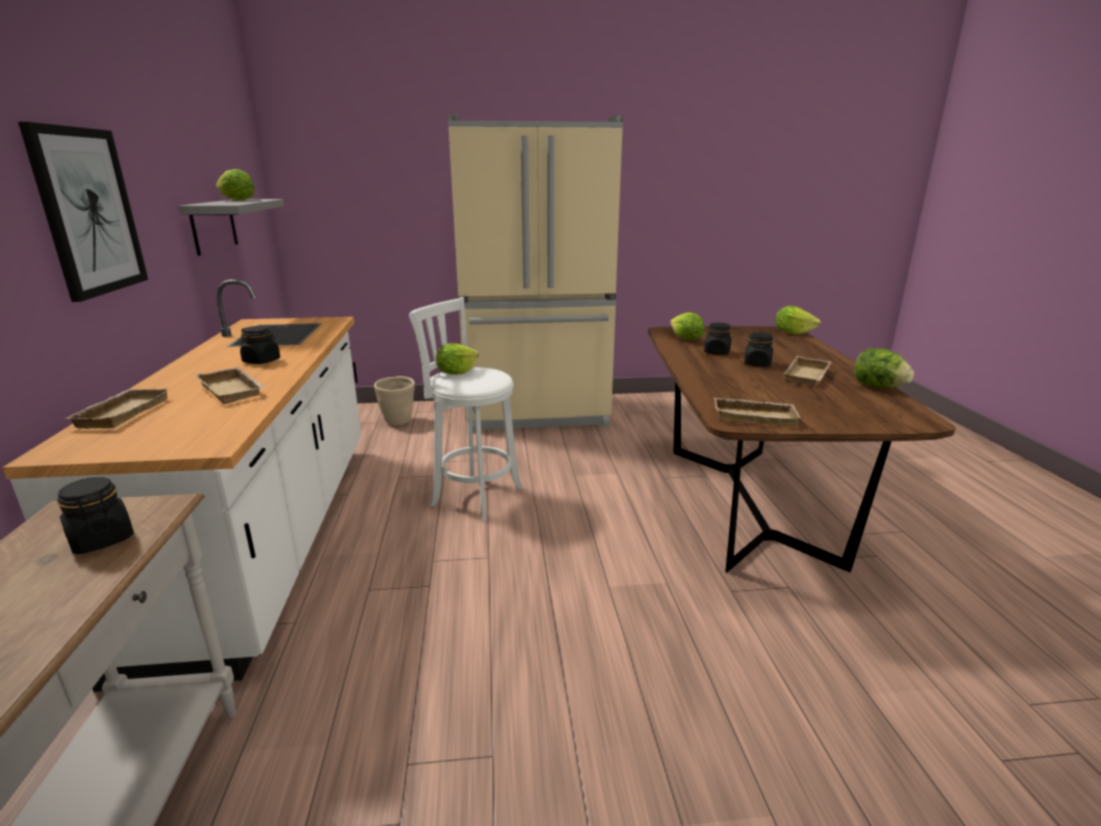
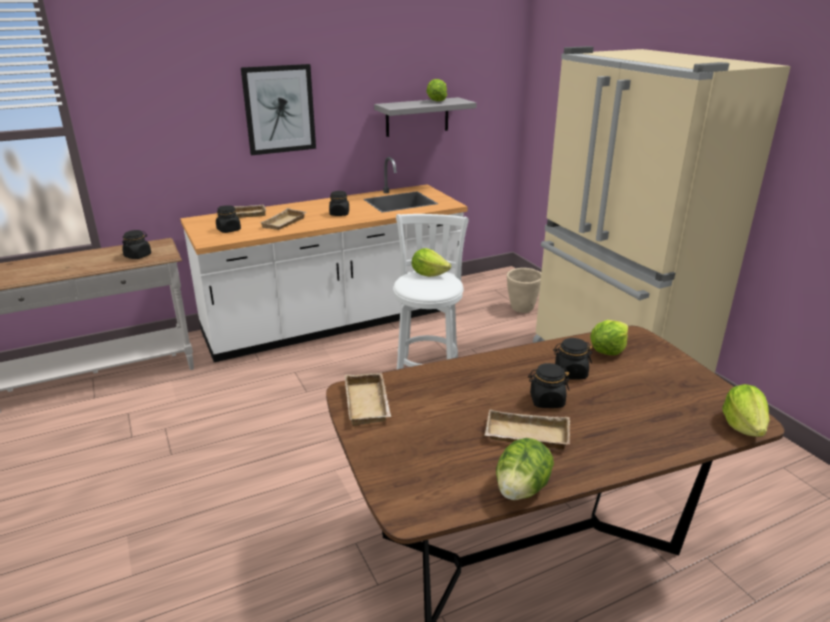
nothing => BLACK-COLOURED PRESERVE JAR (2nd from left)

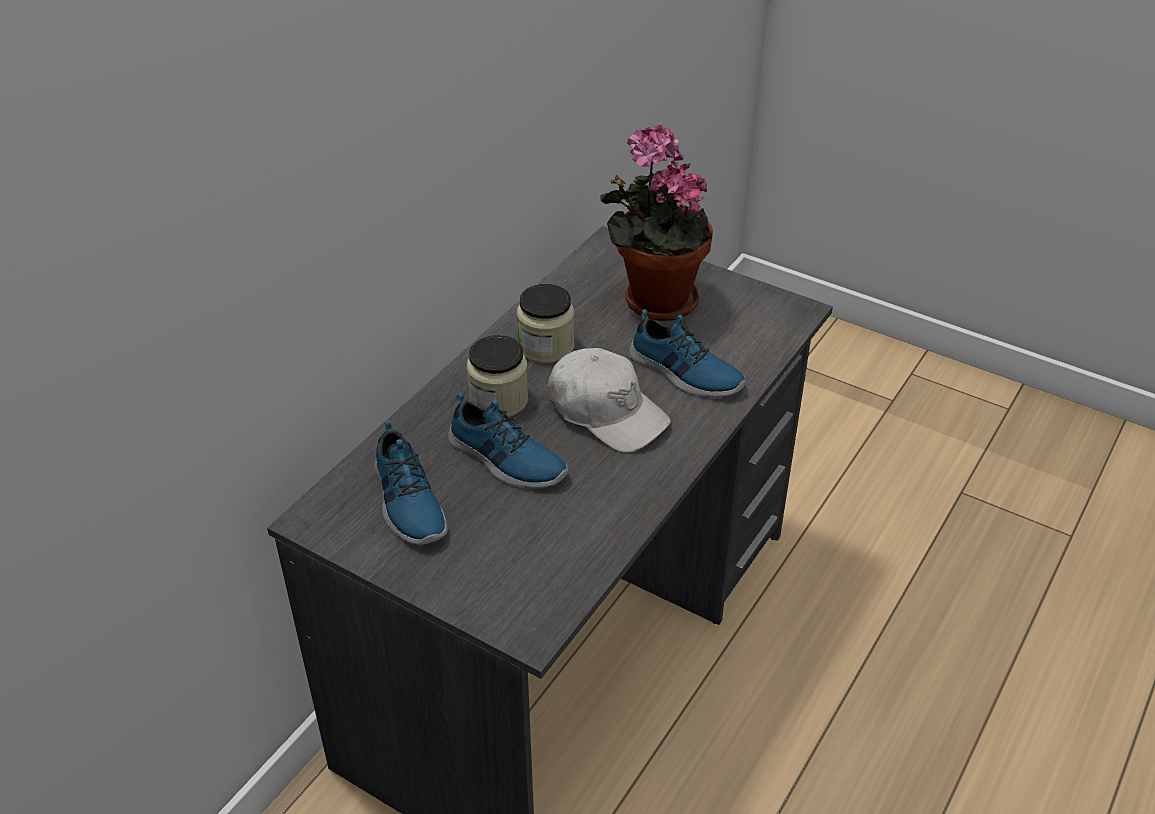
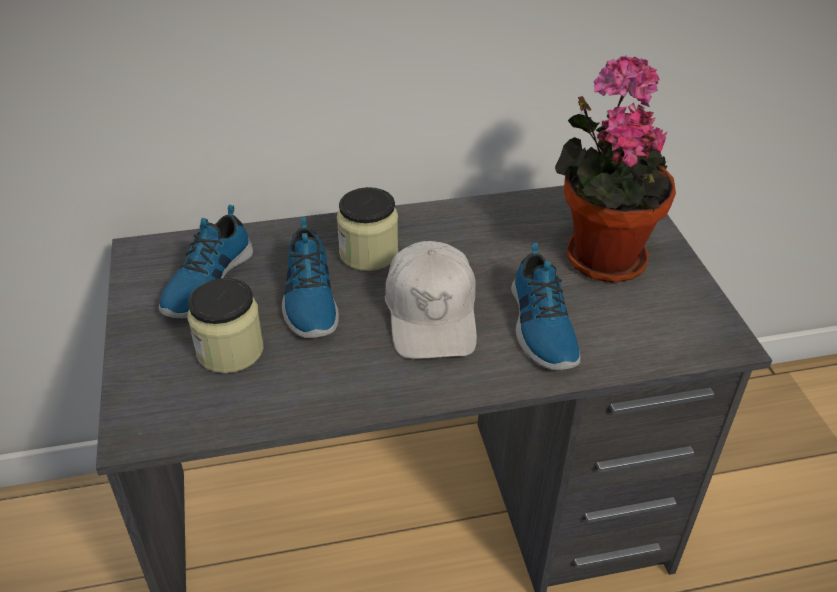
PRESERVE JAR (2nd from left in the first image) => PRESERVE JAR (1st from left), moved

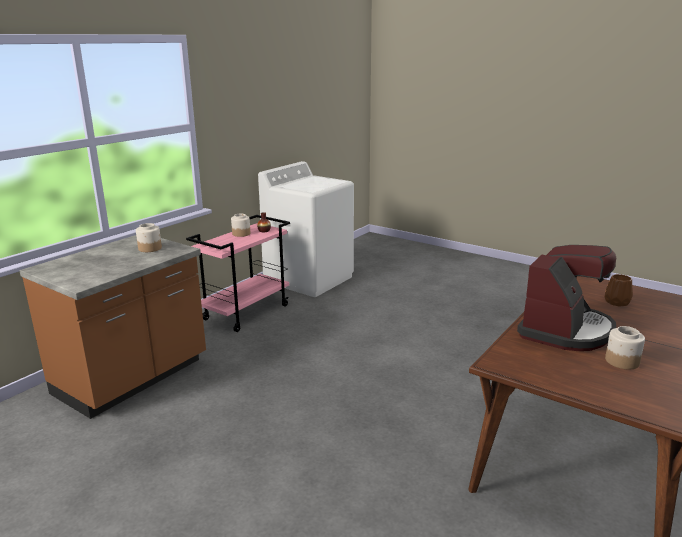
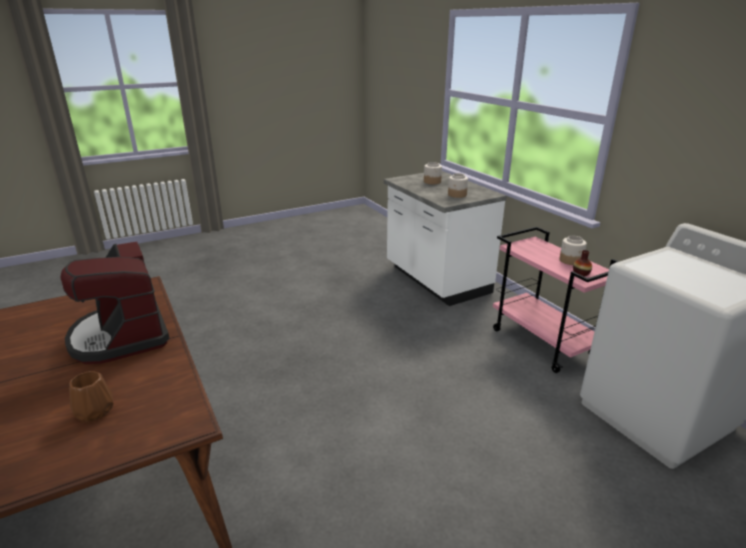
BROWN-COLOURED KITCHEN COUNTER => WHITISH KITCHEN COUNTER
PRESERVE JAR (3rd from left in the first image) => PRESERVE JAR (1st from left), moved

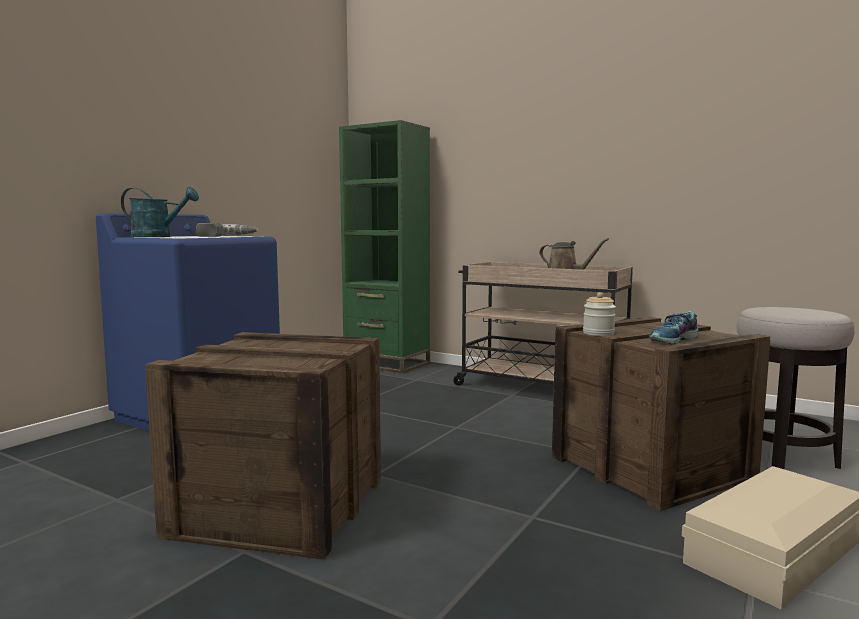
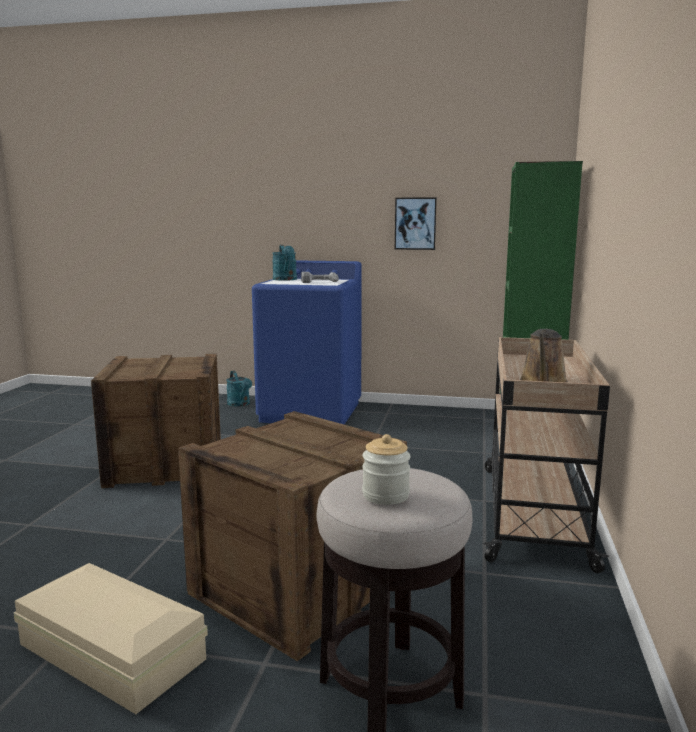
PRESERVE JAR, moved
SHOE => nothing
nothing => WALL ART
nothing => TURQUOISE WATERING CAN (1st from left)

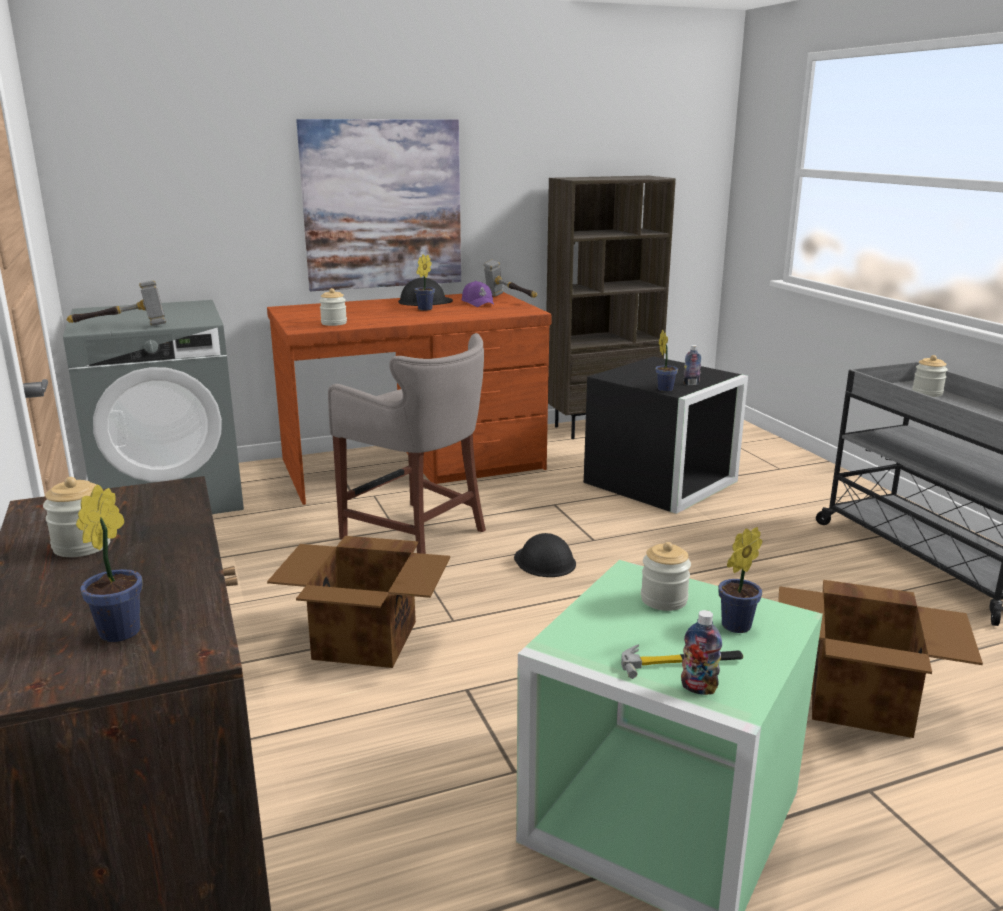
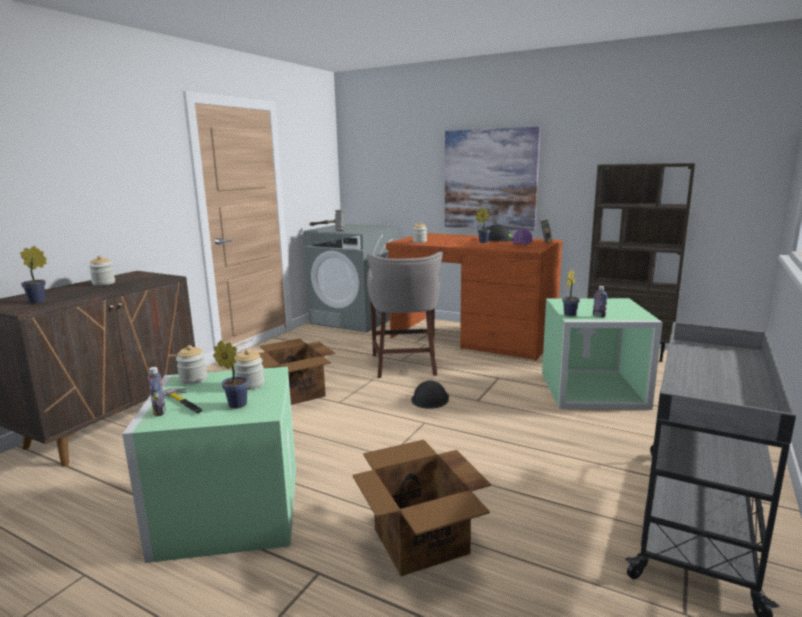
PRESERVE JAR (4th from left in the first image) => PRESERVE JAR (2nd from left), moved
BLACK-COLOURED STORAGE CONTAINER => GREEN STORAGE CONTAINER (2nd from left)

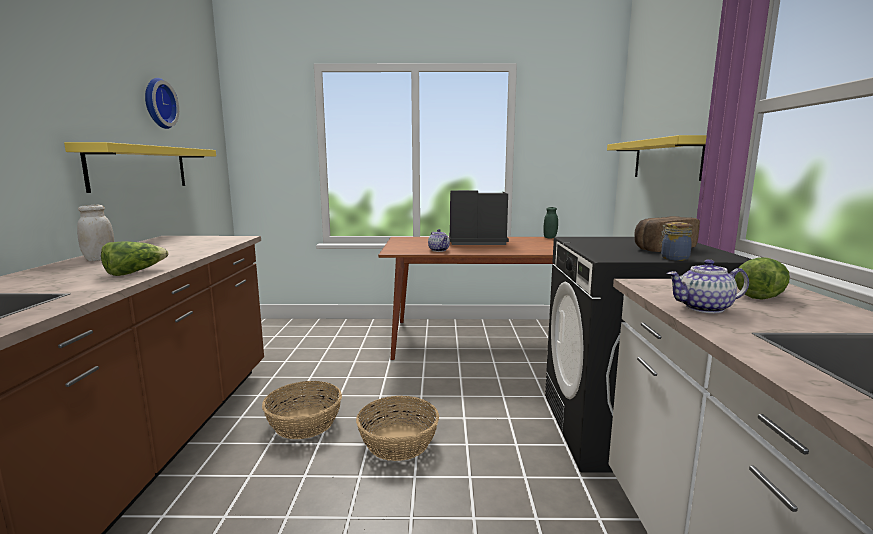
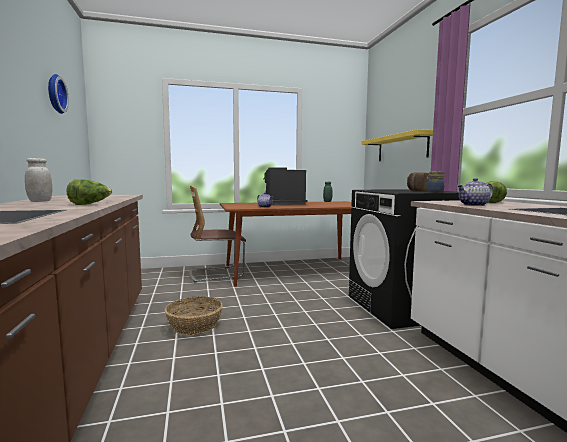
YELLOWISH SHELF (1st from left) => nothing
HOUSEHOLD BASKET (2nd from left) => nothing
nothing => UPRIGHT CHAIR

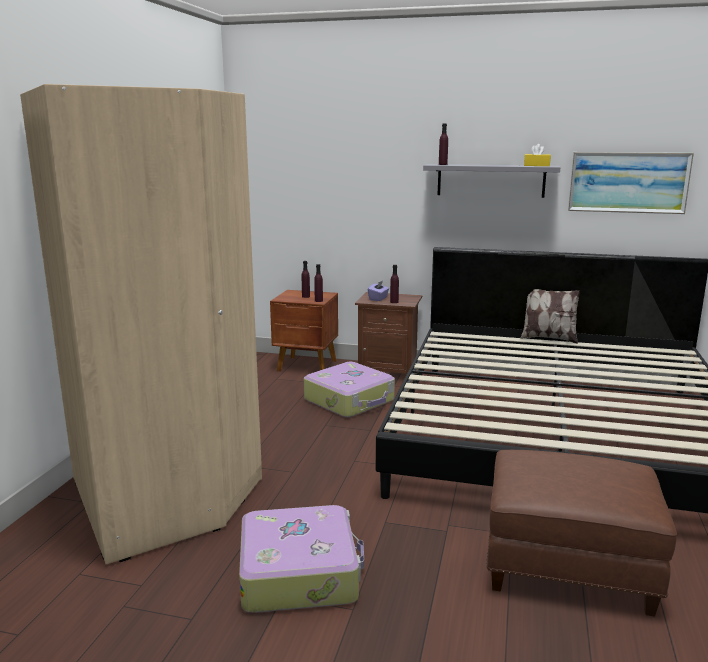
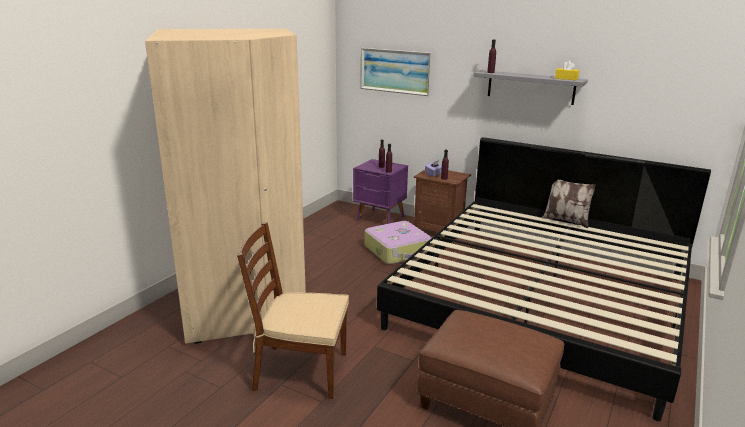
WALL ART, moved
BROWN-COLOURED BEDSIDE TABLE (1st from left) => PURPLE-COLOURED BEDSIDE TABLE
TRAVEL CASE (1st from left) => BROWN-COLOURED UPRIGHT CHAIR

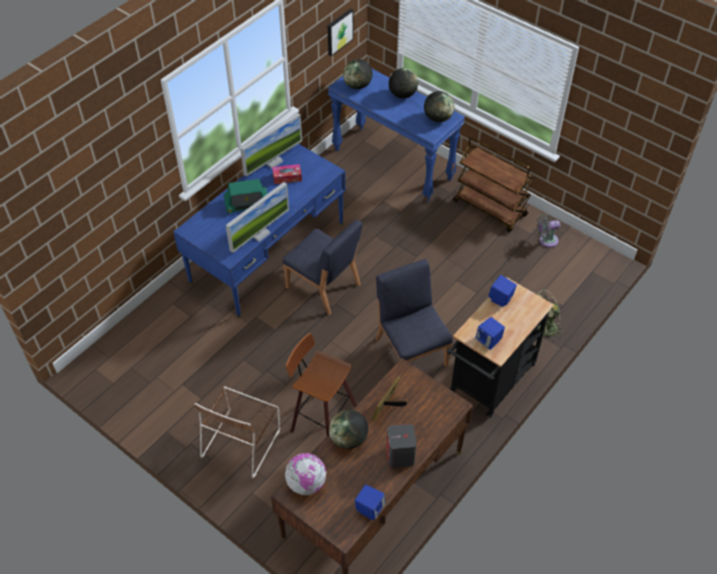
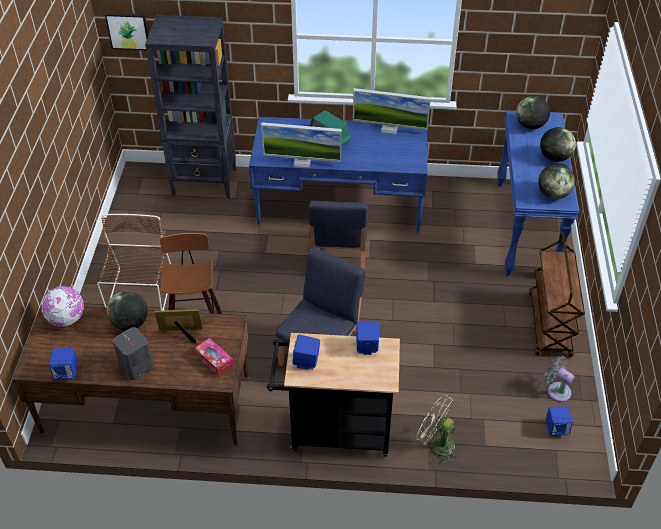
WALL ART, moved
TISSUE BOX, moved
BROWN-COLOURED UPRIGHT CHAIR, 105 degrees clockwise
nothing => BLACK-COLOURED SHELVING UNIT
nothing => BLUISH AUDIO SPEAKER (4th from left)

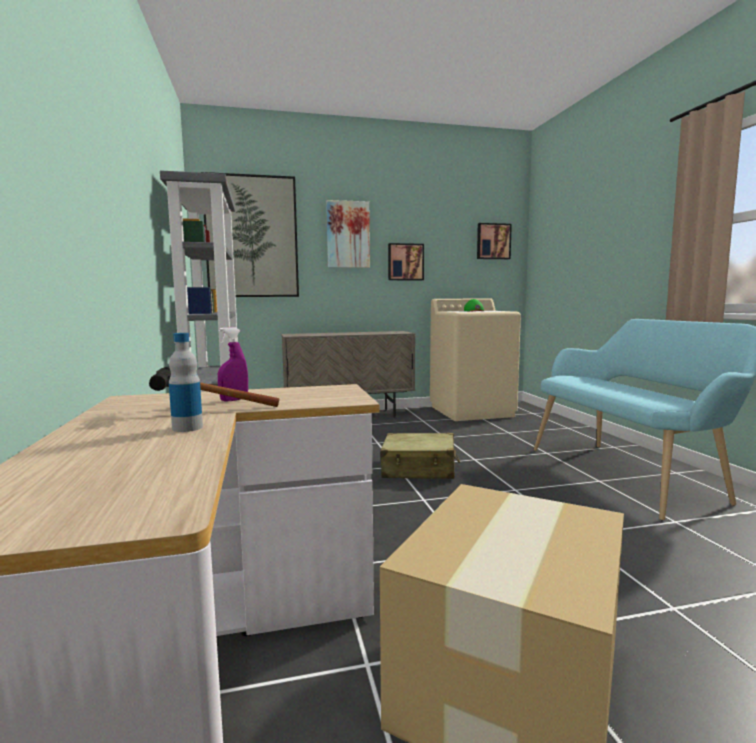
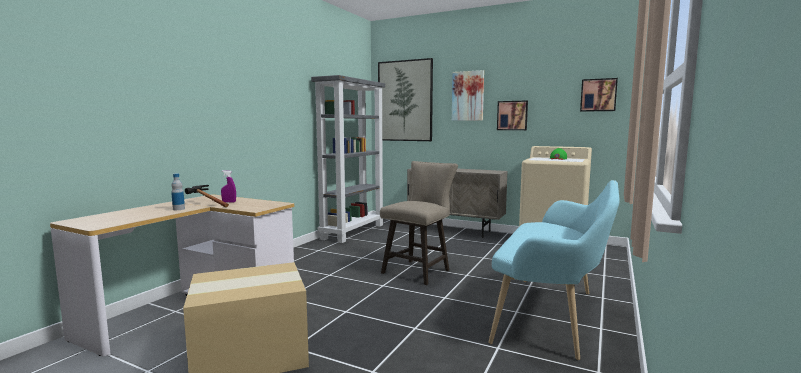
SAND-COLOURED TRAVEL CASE => SAND-COLOURED SITTING STOOL

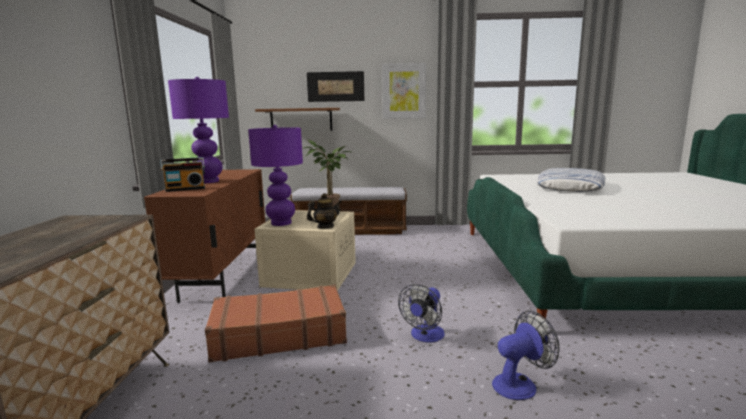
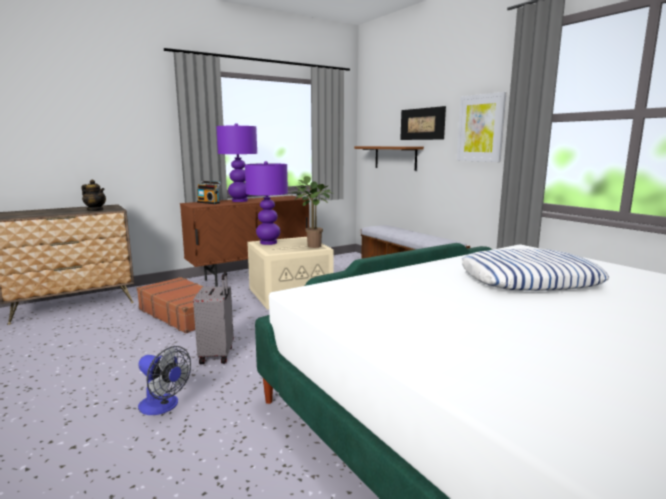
TEA POT, moved
FAN (1st from left) => GRAY TRAVEL CASE

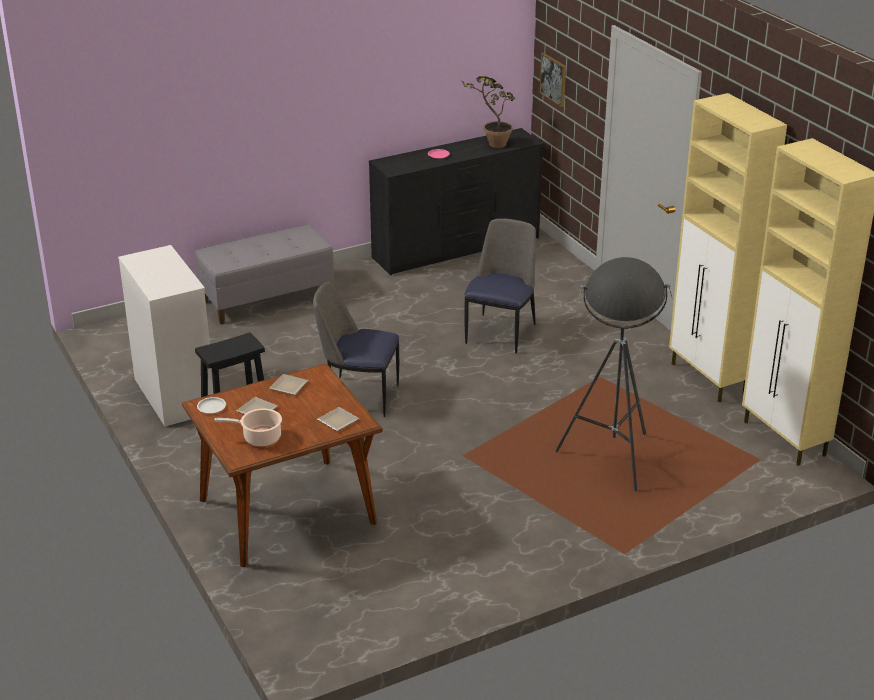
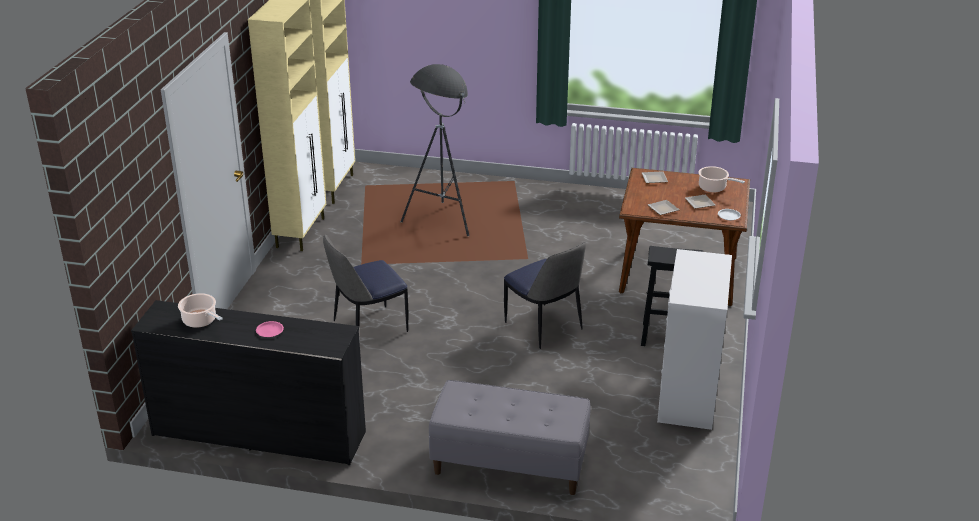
WALL ART => nothing
POTTED PLANT => COOKING POT (1st from left)

